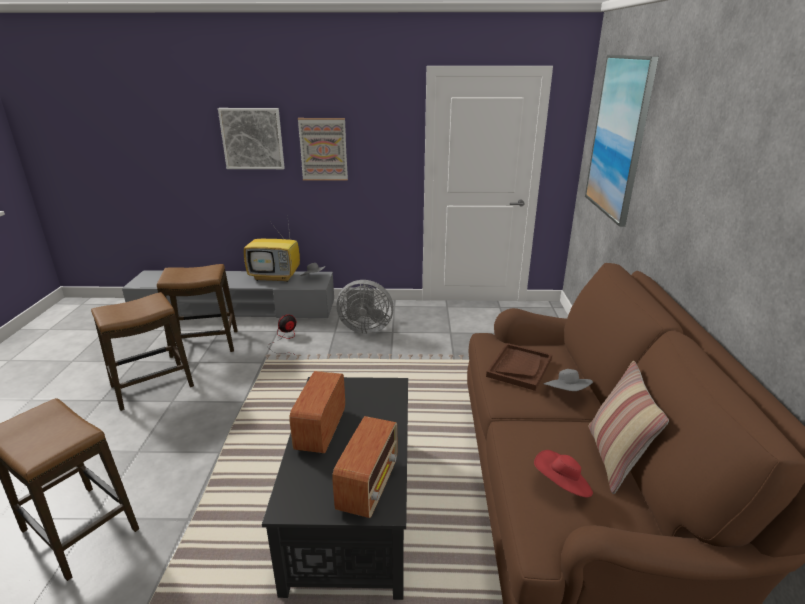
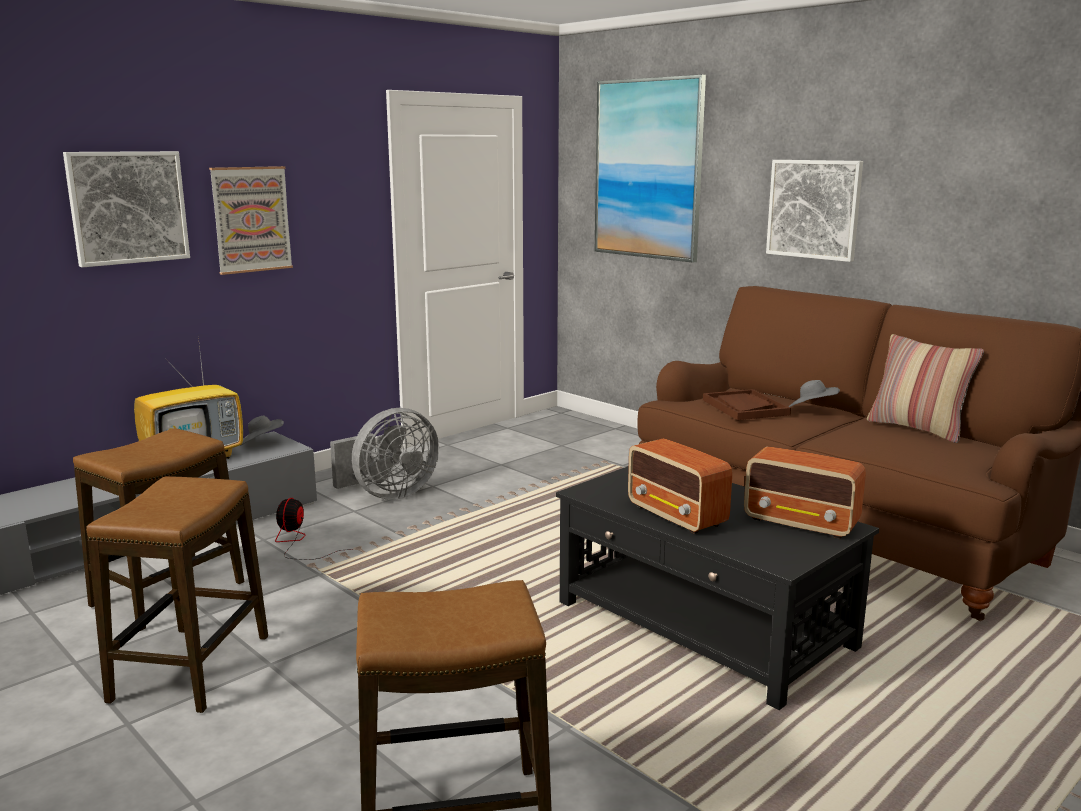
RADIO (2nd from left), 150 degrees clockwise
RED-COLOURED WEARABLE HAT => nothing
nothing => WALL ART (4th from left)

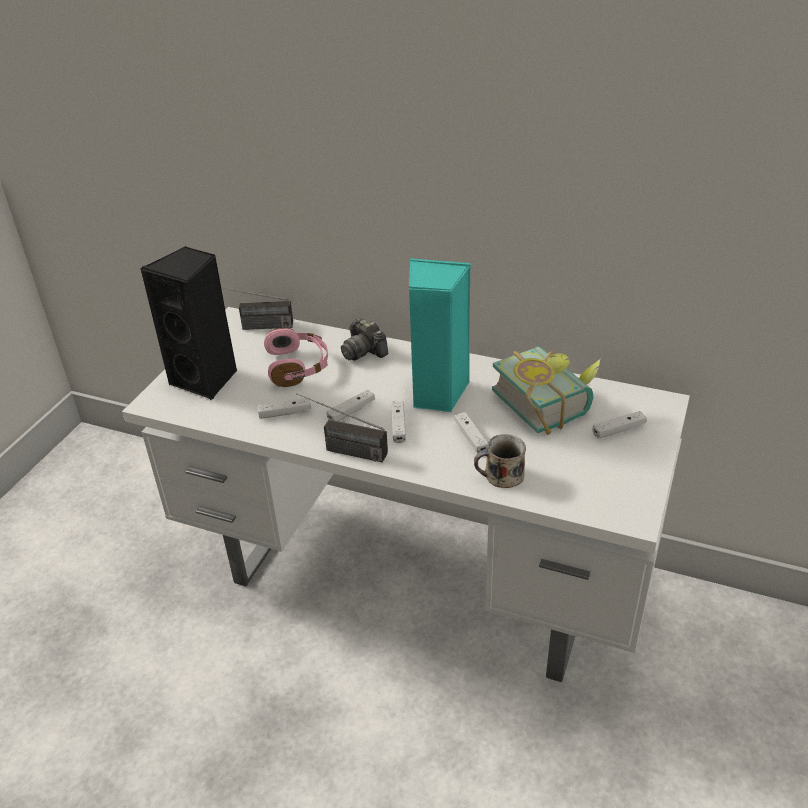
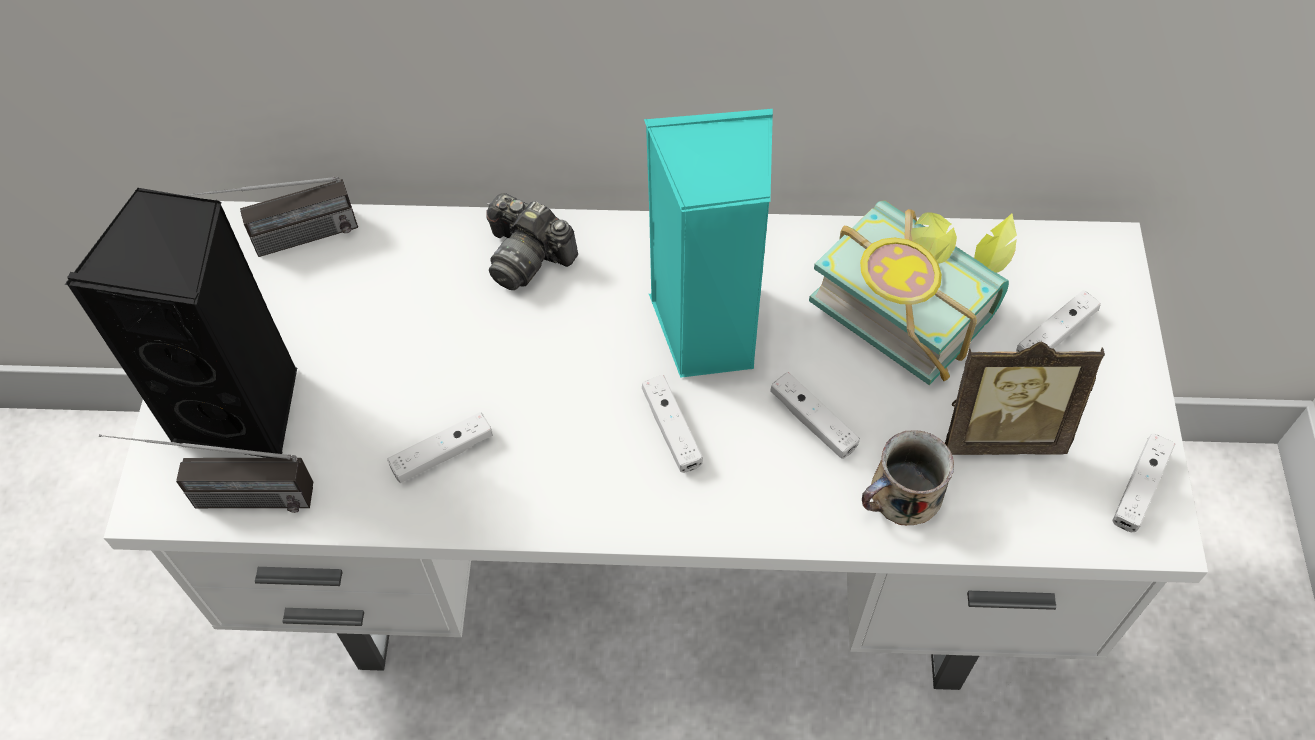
PINK PAIR OF HEADPHONES => nothing
WHITISH GAME CONTROLLER (2nd from left in the first image) => WHITISH GAME CONTROLLER (5th from left), moved
RADIO (2nd from left in the first image) => RADIO (1st from left), moved
nothing => PICTURE FRAME

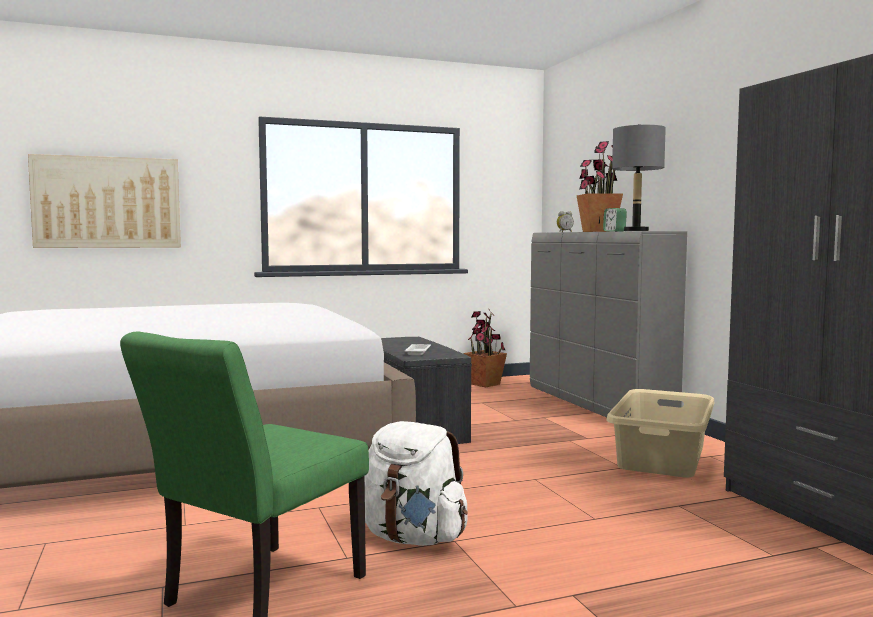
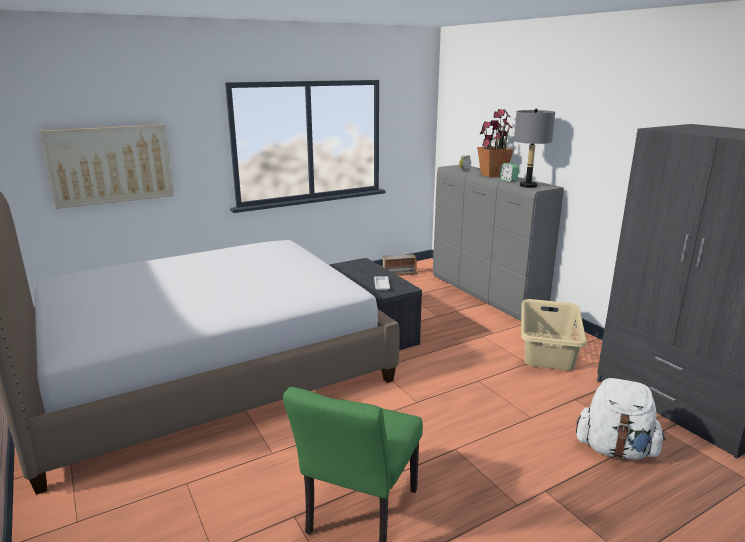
POTTED PLANT (1st from left) => RADIO
WHITISH KNAPSACK, moved

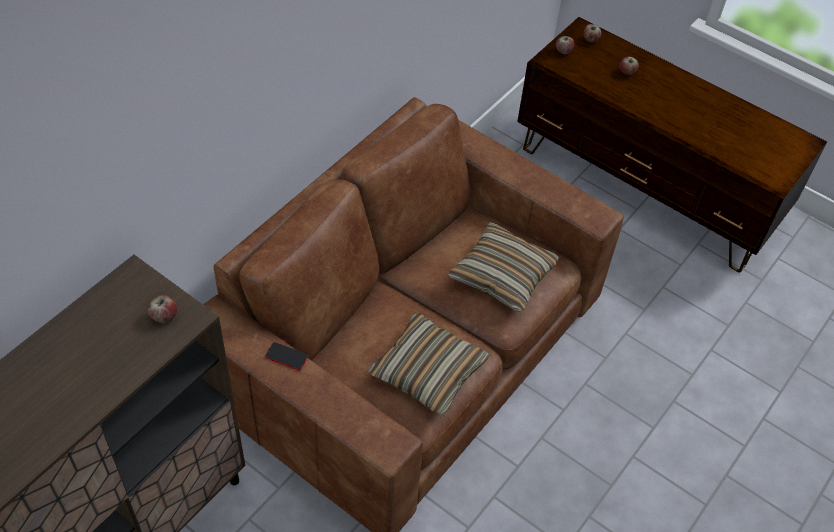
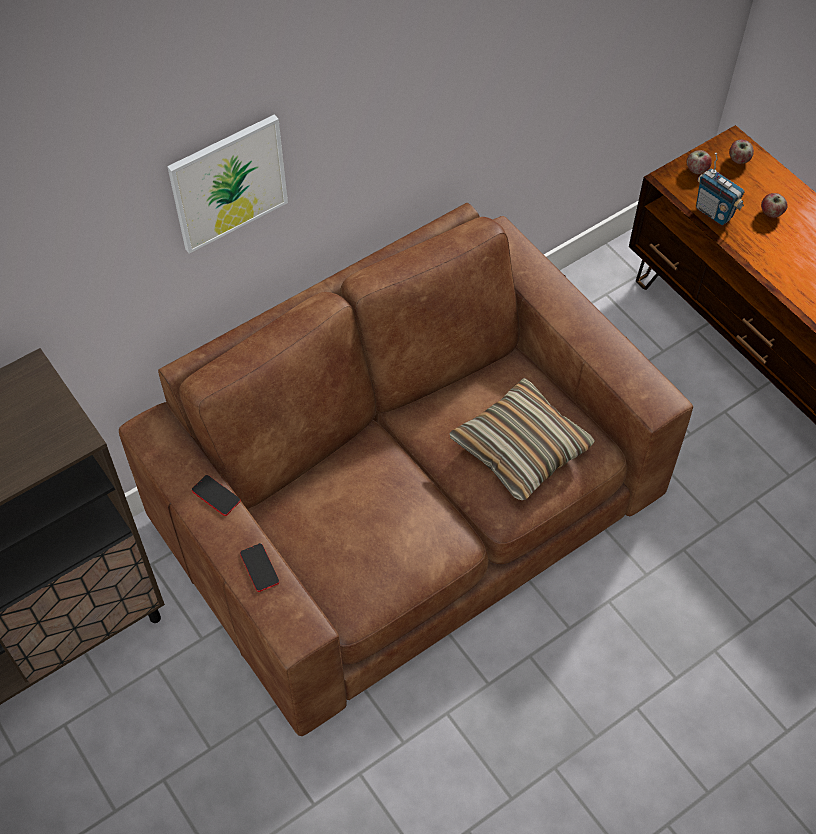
APPLE FRUIT (1st from left) => nothing
CUSHION (1st from left) => nothing
nothing => WALL ART
nothing => RADIO
nothing => TELEPHONE (2nd from left)

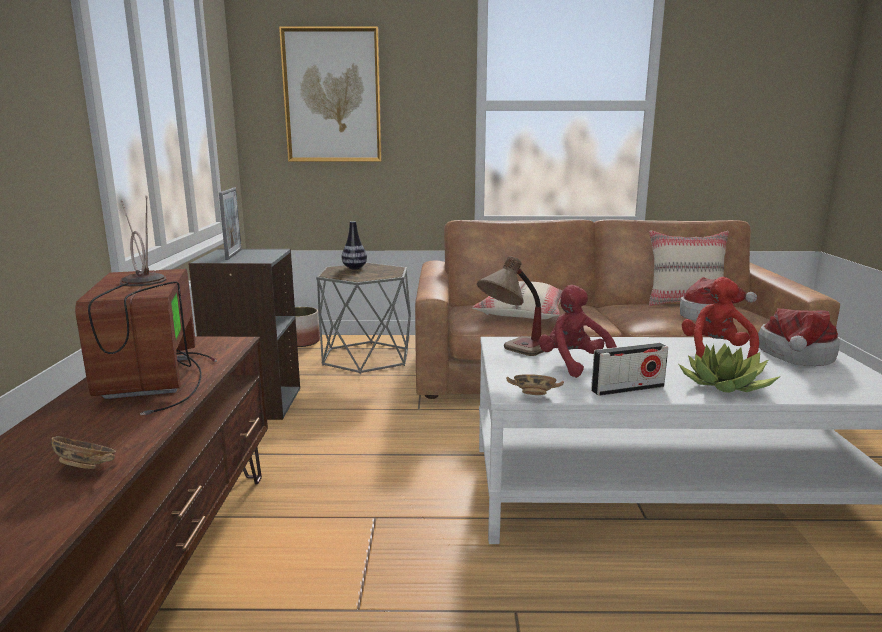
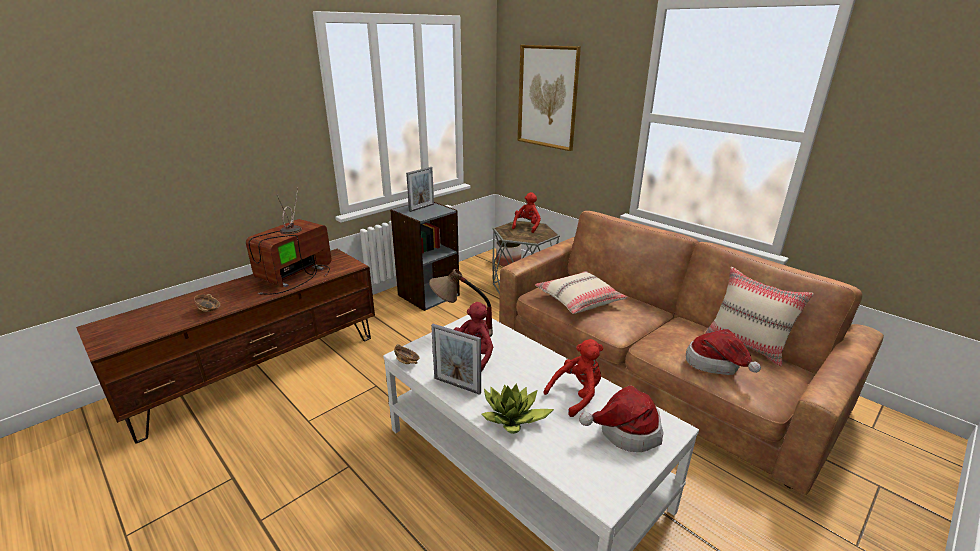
FLOWER VASE => RED-COLOURED SOFT TOY (2nd from left)
RADIO => PICTURE FRAME (2nd from left)

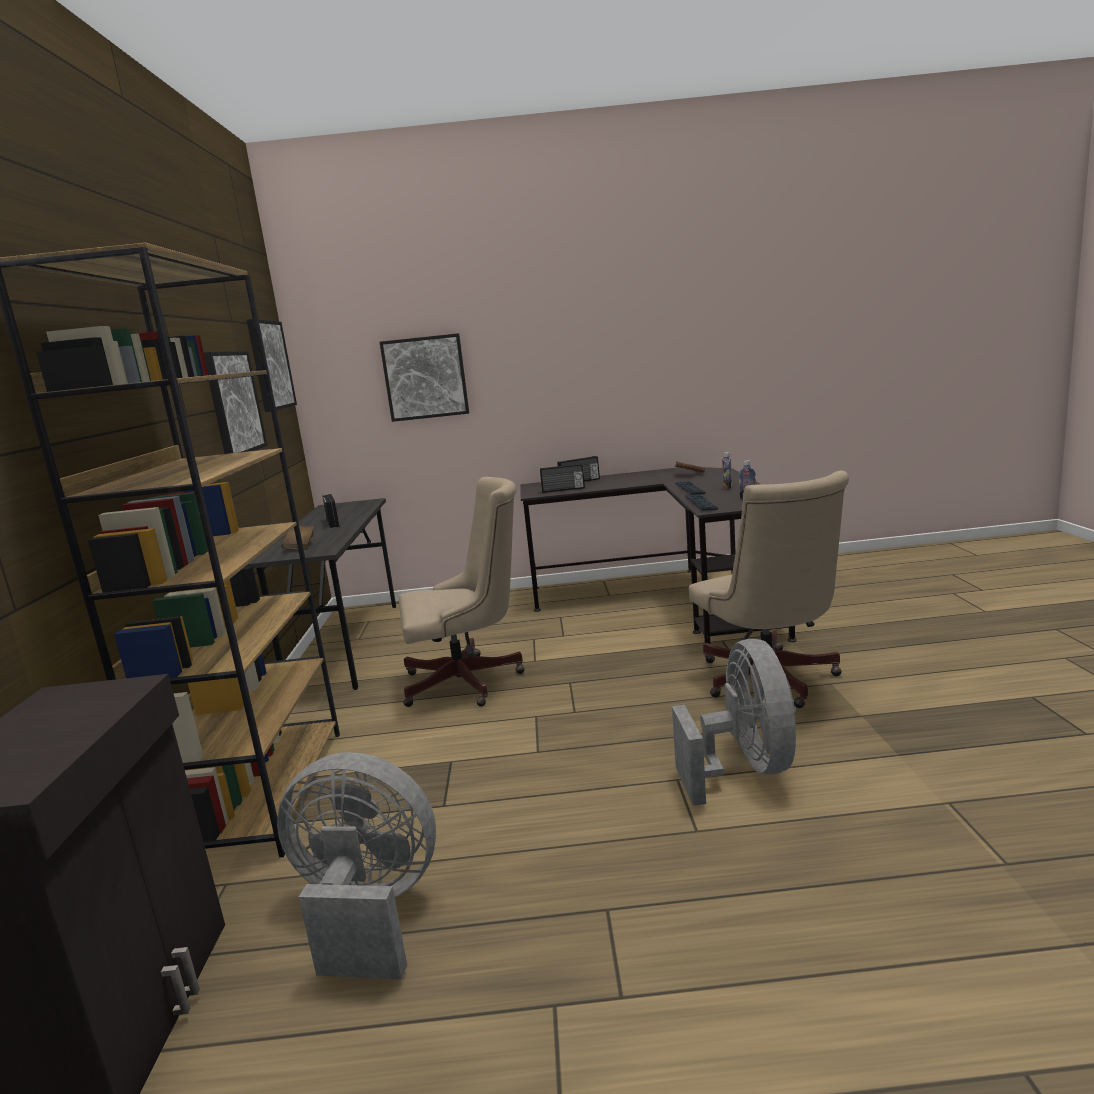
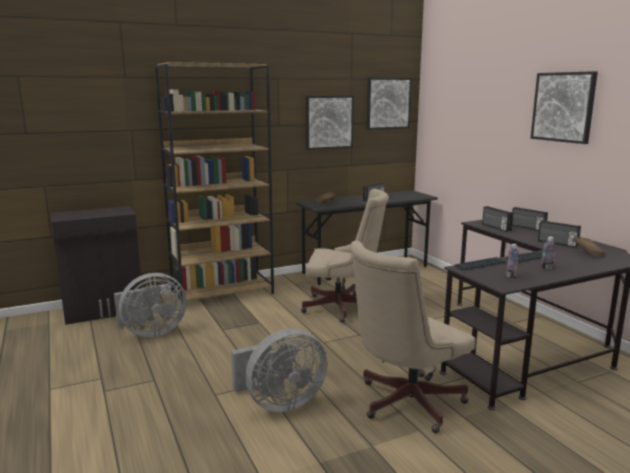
WALL ART (3rd from left), moved
SAND-COLOURED DESK CHAIR (1st from left), 45 degrees counterclockwise
GRAY FAN (1st from left), 75 degrees clockwise
nothing => RADIO (4th from left)

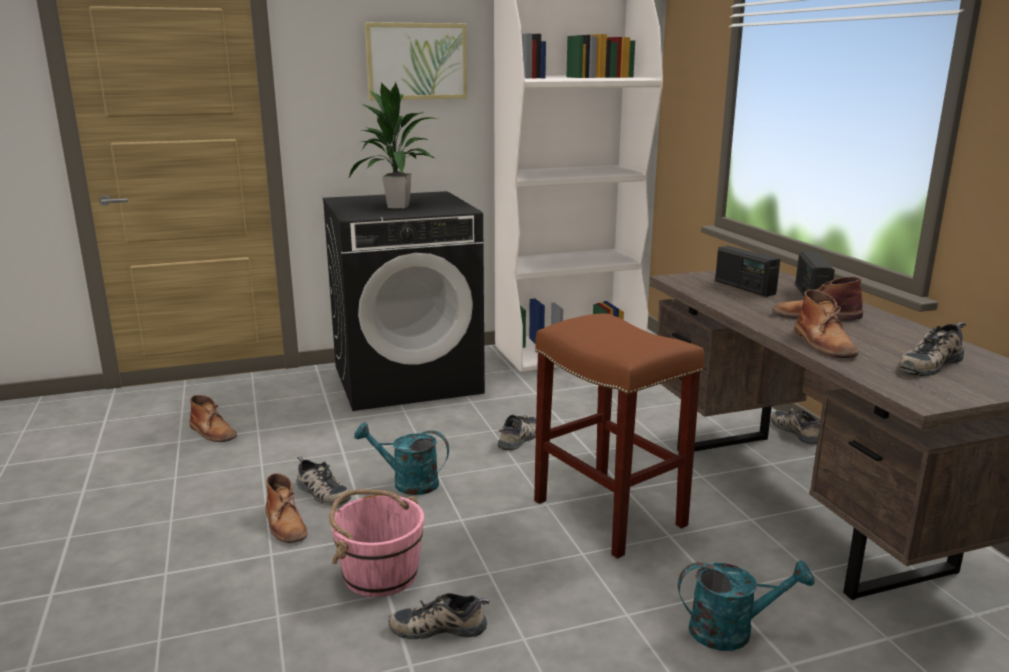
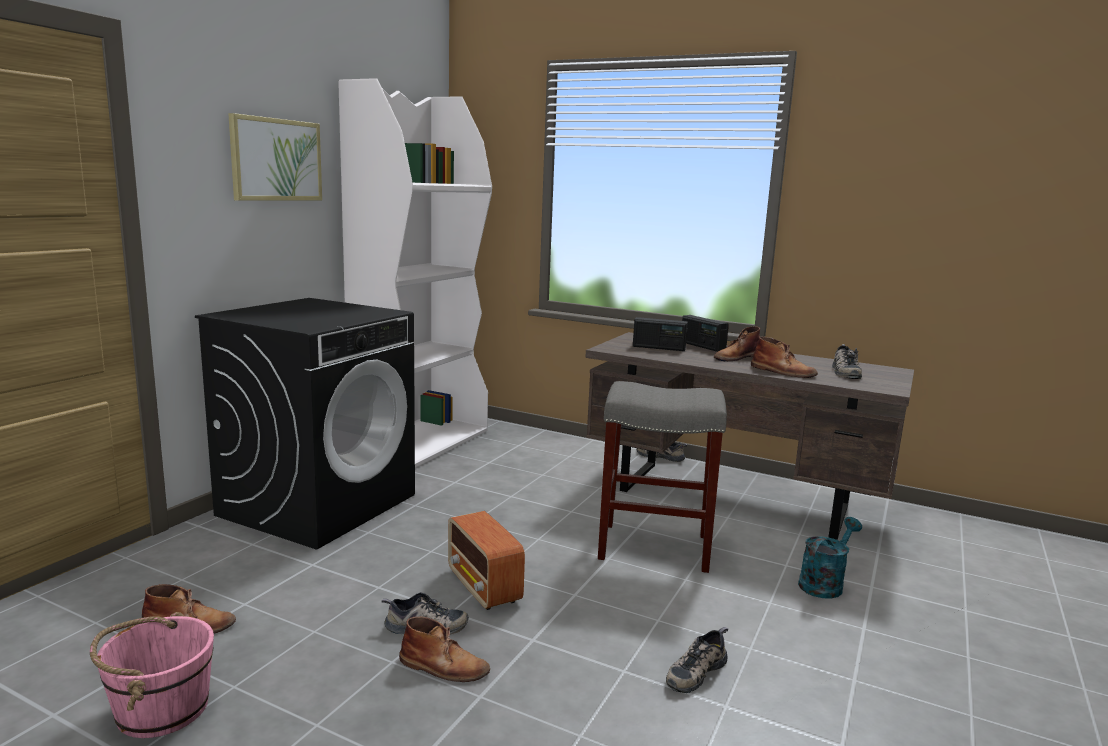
POTTED PLANT => nothing
BROWN-COLOURED SITTING STOOL => GRAY SITTING STOOL
SHOE (3rd from left) => nothing
TURQUOISE WATERING CAN (1st from left) => RADIO (1st from left)
PINK BUCKET, moved

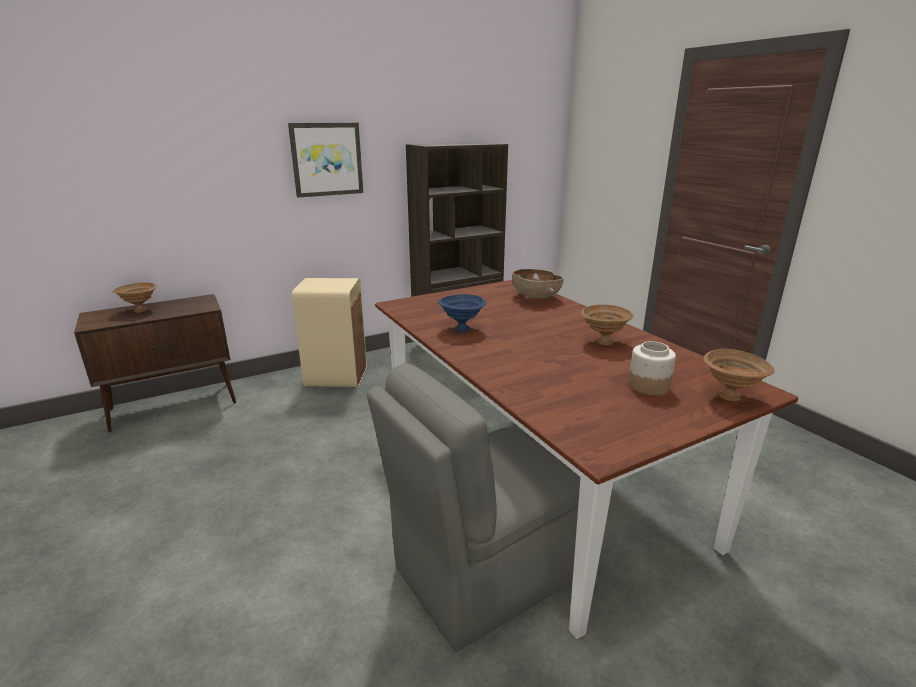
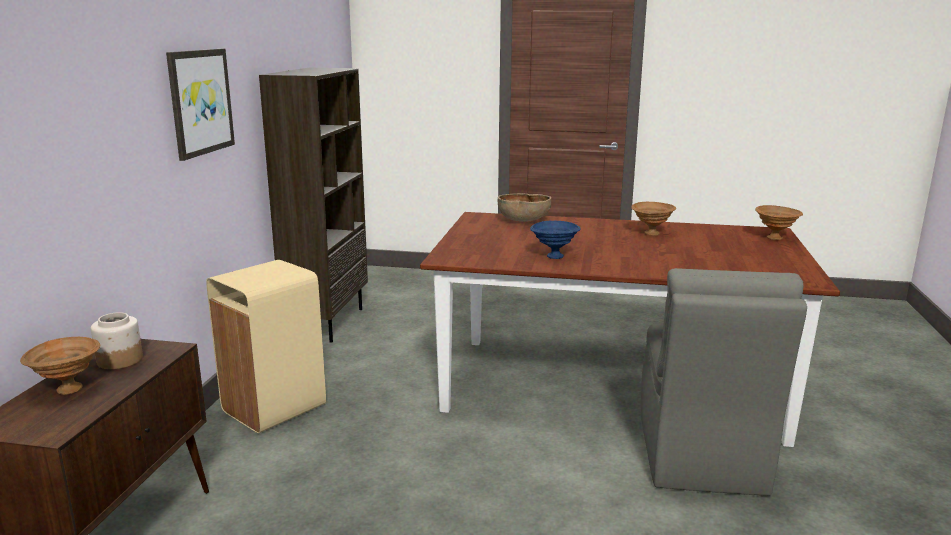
PRESERVE JAR, moved

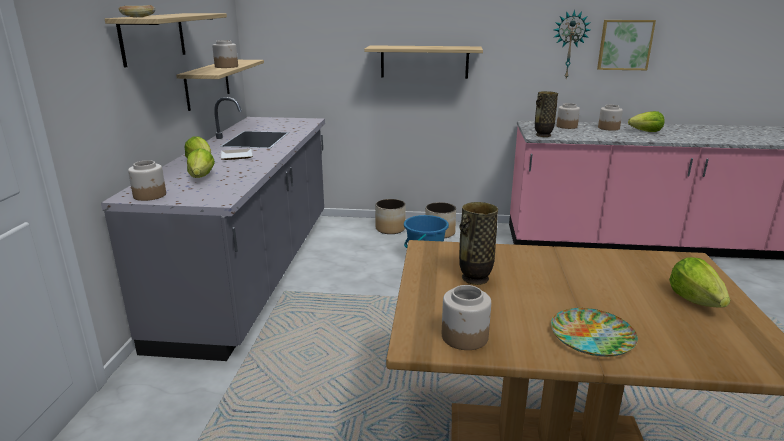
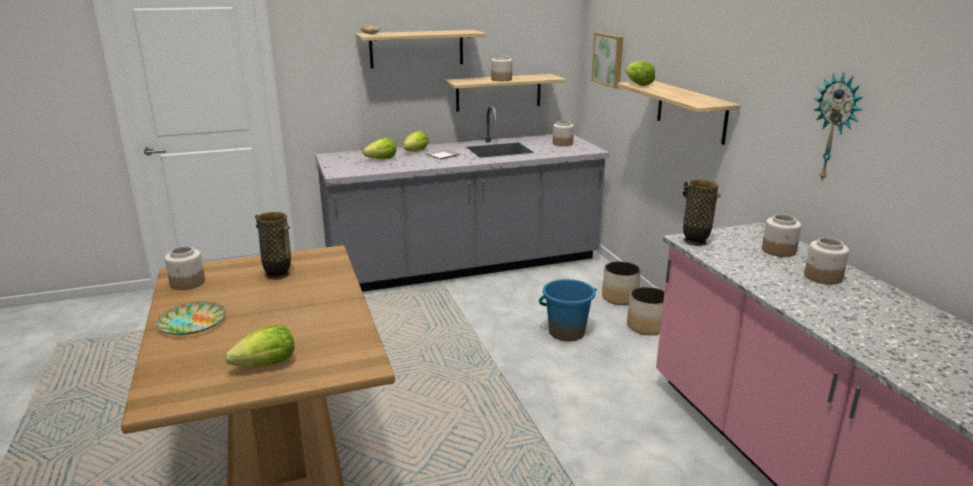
WALL ART, moved
LETTUCE HEAD (3rd from left in the first image) => LETTUCE HEAD (4th from left), moved
PRESERVE JAR (1st from left in the first image) => PRESERVE JAR (3rd from left), moved

